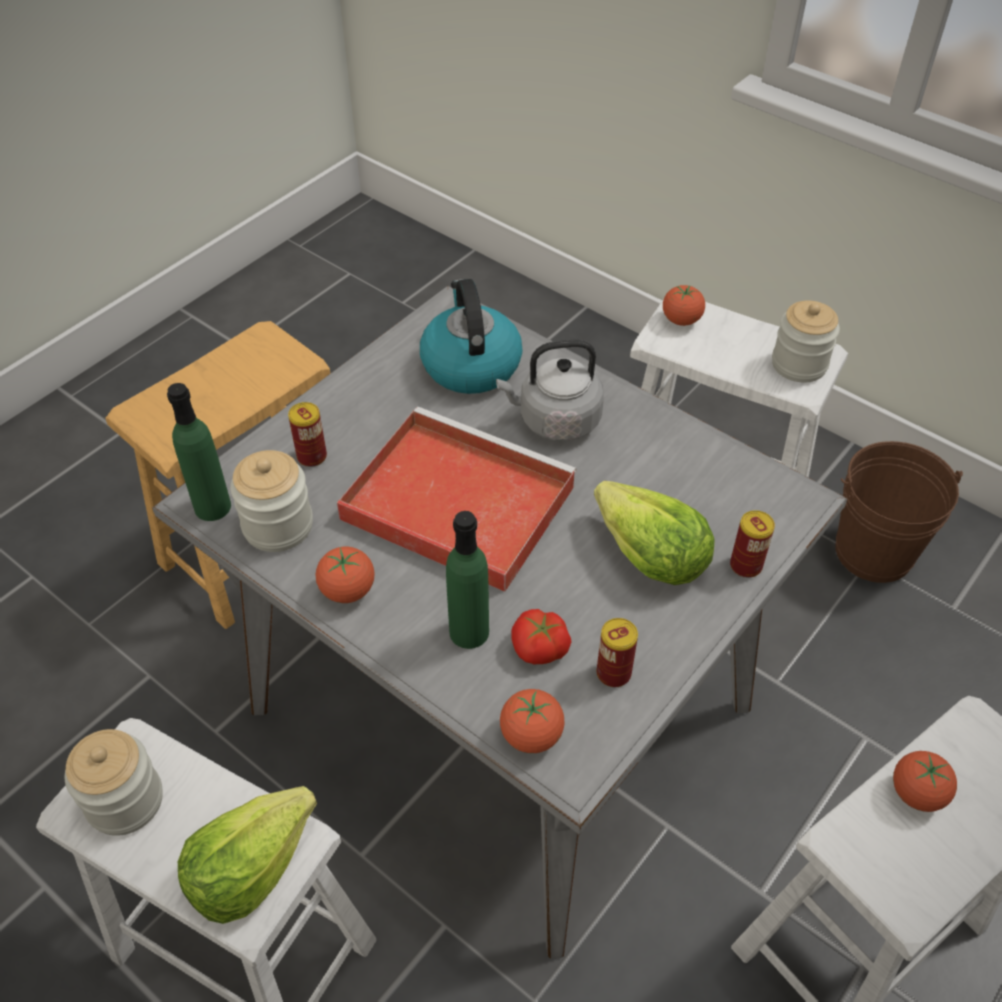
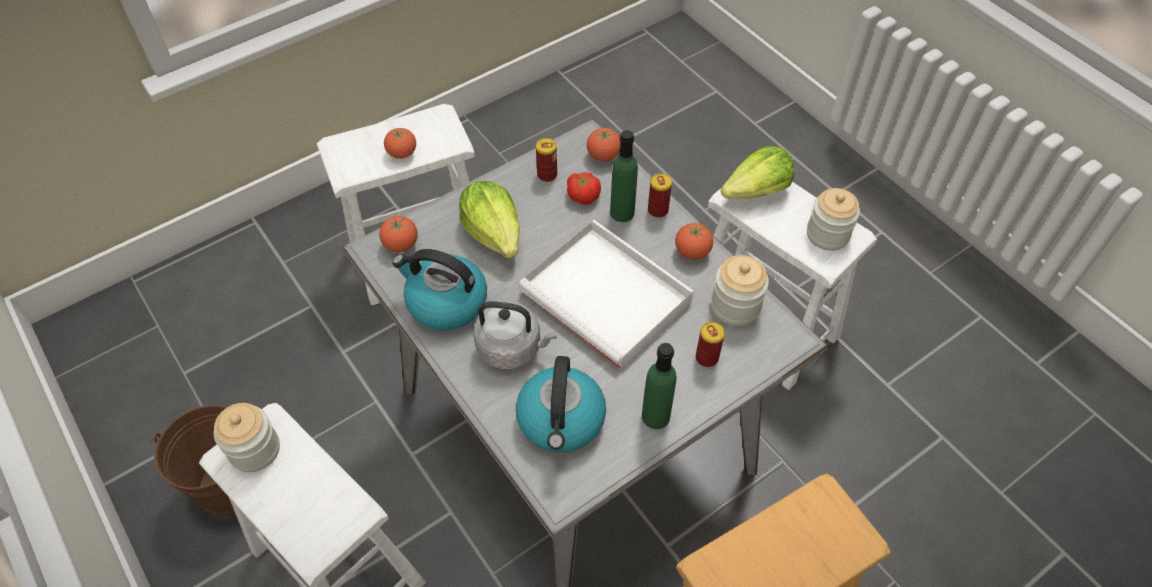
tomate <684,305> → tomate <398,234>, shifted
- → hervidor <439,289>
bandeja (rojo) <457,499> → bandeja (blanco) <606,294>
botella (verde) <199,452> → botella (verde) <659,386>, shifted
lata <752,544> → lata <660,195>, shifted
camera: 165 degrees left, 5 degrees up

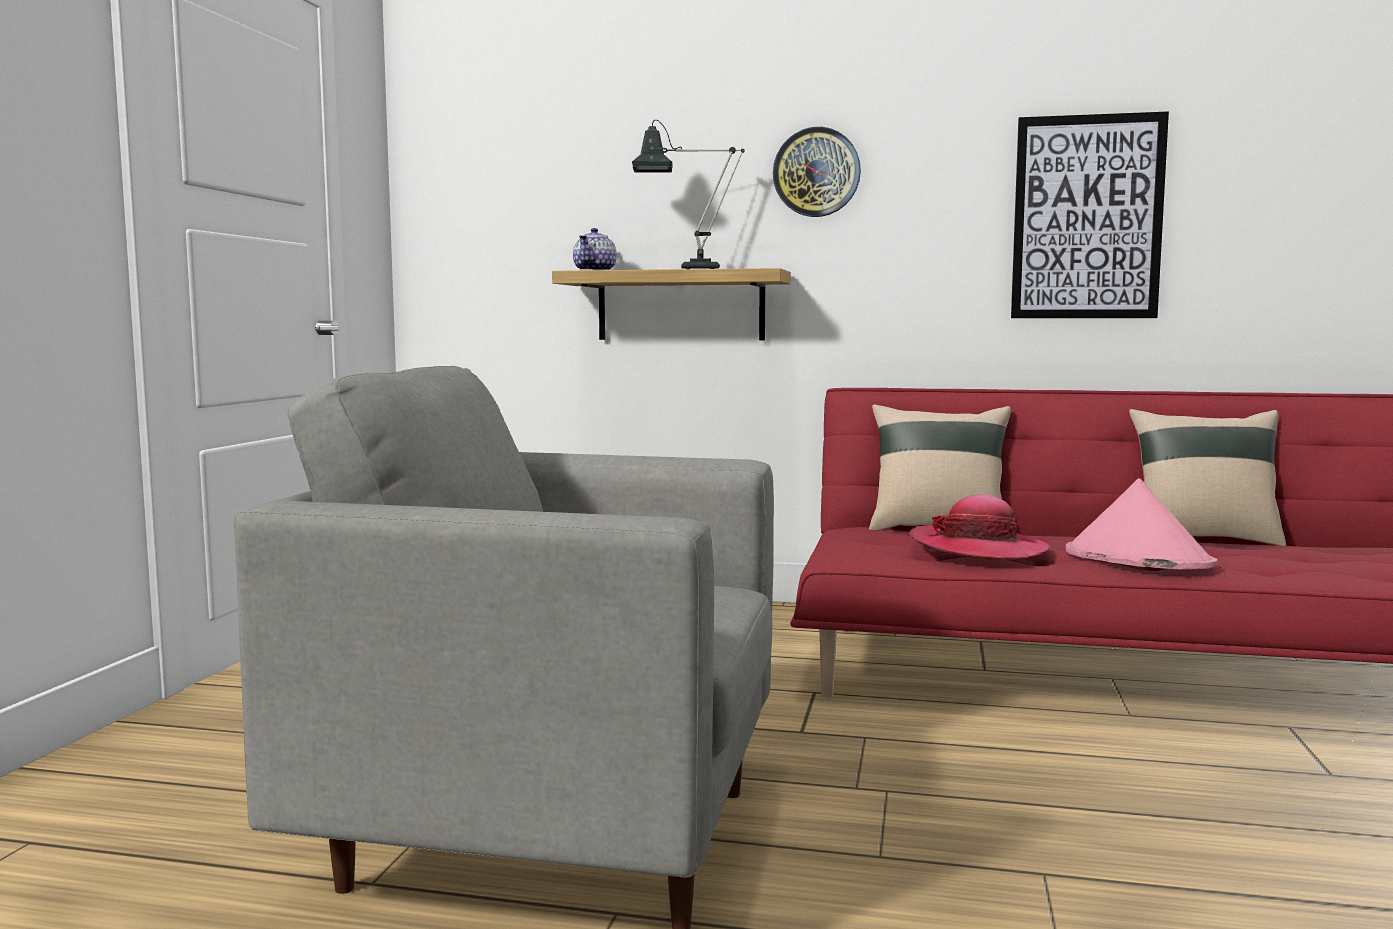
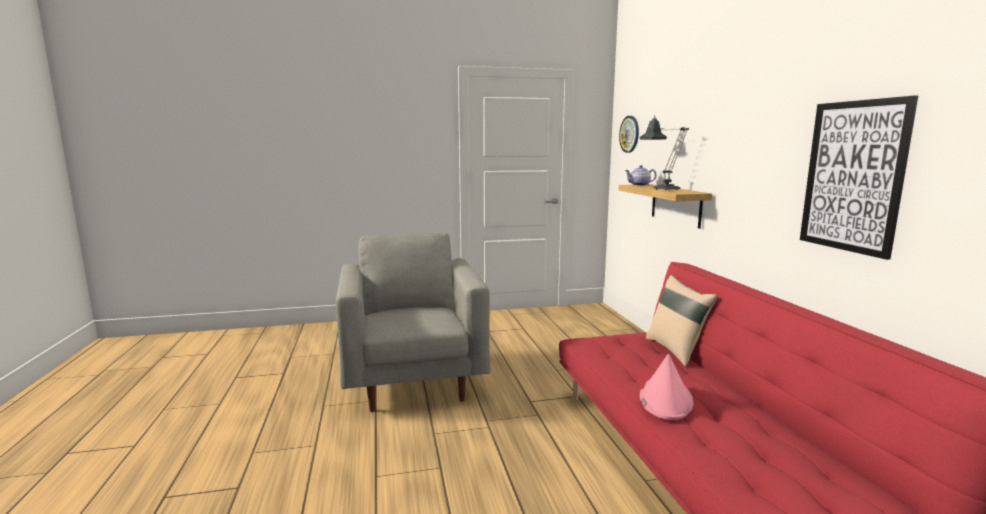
reloj de pared <817,172> → reloj de pared <629,134>, shifted
sombrero <980,527> → -
cojín (beis) <1207,478> → -
camera: 65 degrees right, 5 degrees up

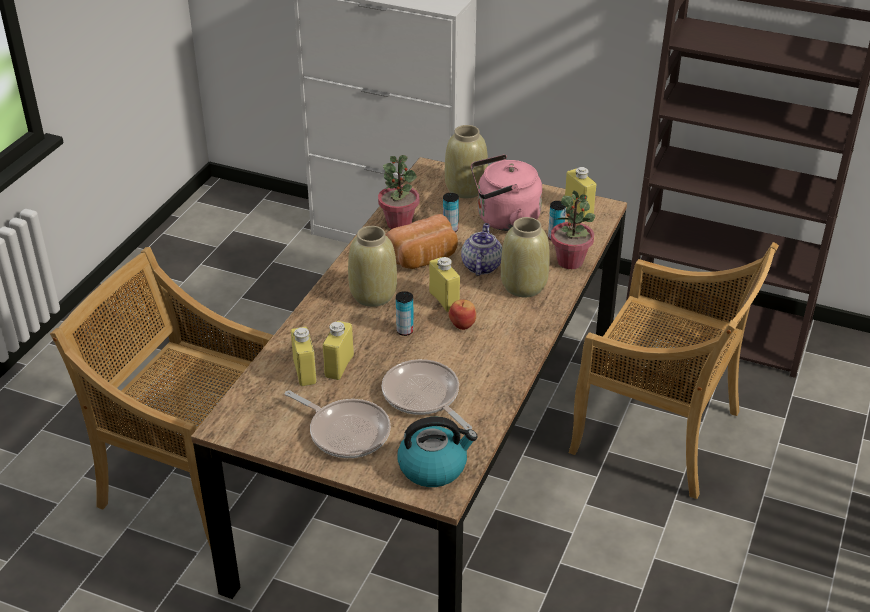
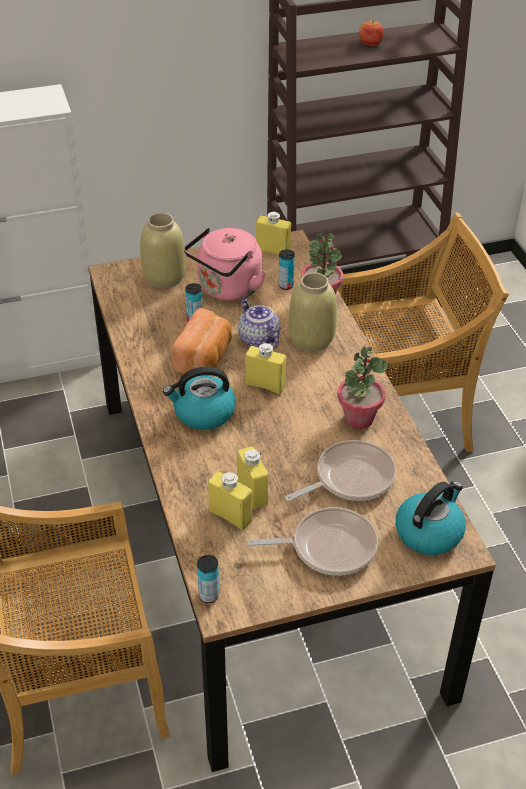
florero (beis) <372,266> → hervidor <199,398>
lata <405,313> → lata <208,579>, shifted
sartén <427,394> → sartén <340,470>, 135 degrees clockwise
planta en maceta <398,192> → planta en maceta <362,387>, shifted
manzana <462,314> → manzana <371,33>, shifted
camera: 40 degrees left, 5 degrees up

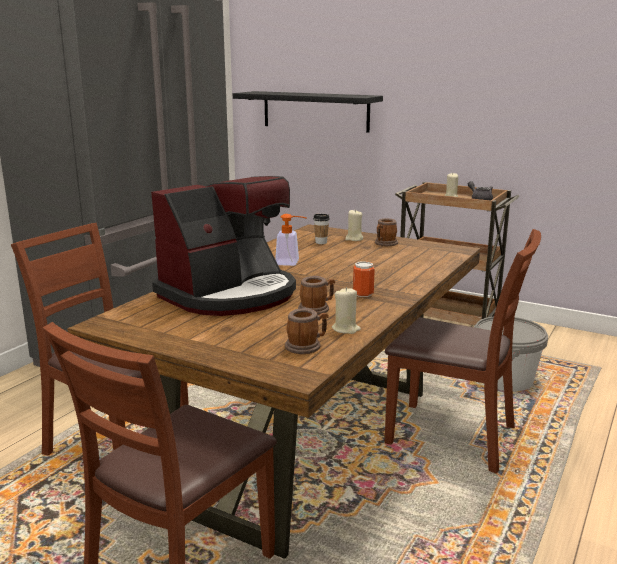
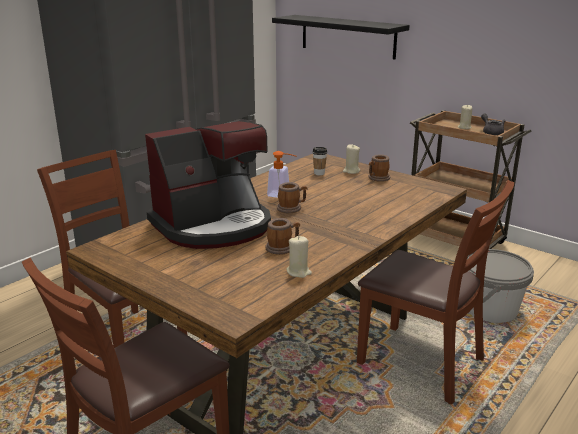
taza grande <306,331> → taza grande <292,197>, shifted
lata <364,279> → -
camera: 10 degrees right, 5 degrees up

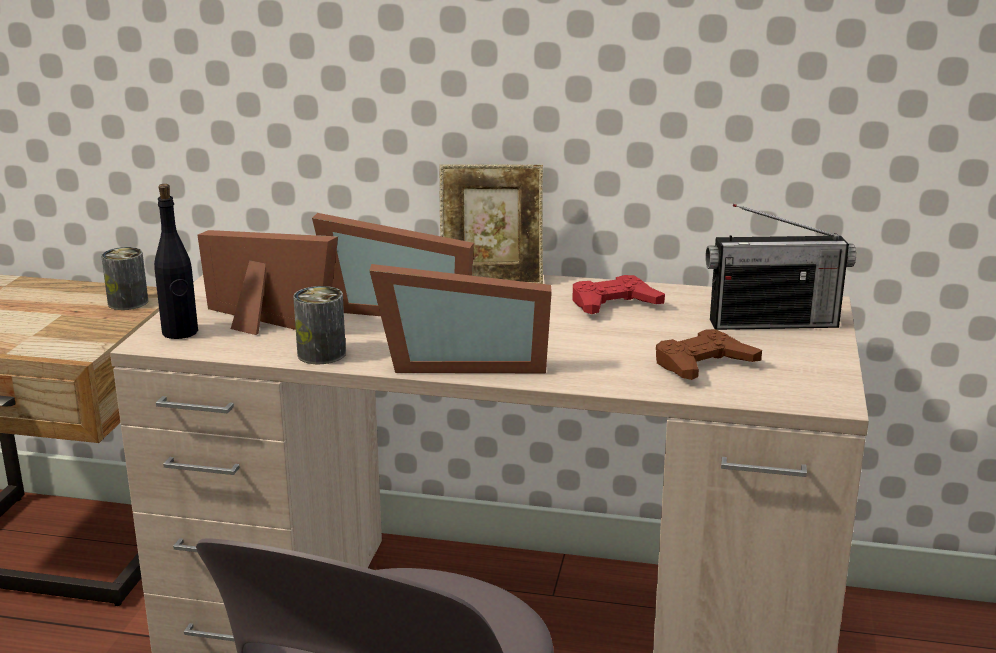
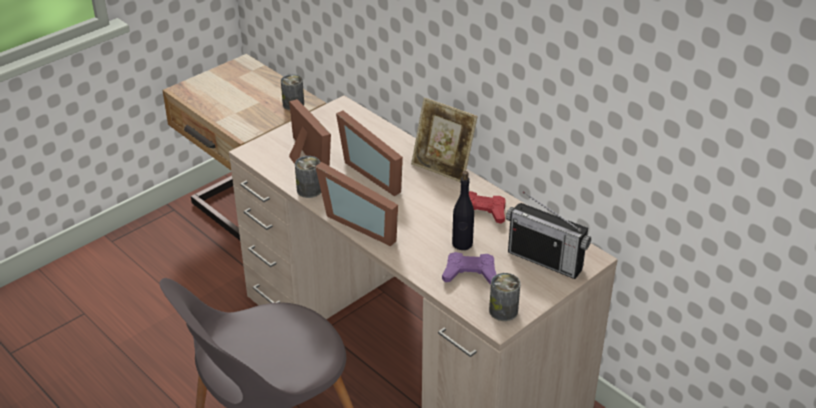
mando de consola (marrón) <709,354> → mando de consola (morado) <469,268>
botella (negro) <176,261> → botella (negro) <463,210>, shifted
- → lata <504,297>
camera: 35 degrees right, 15 degrees up

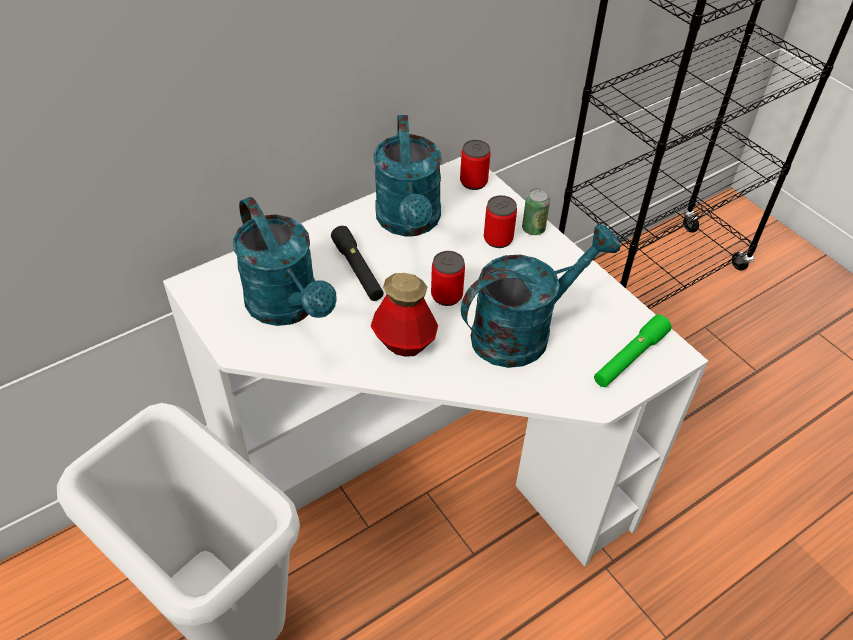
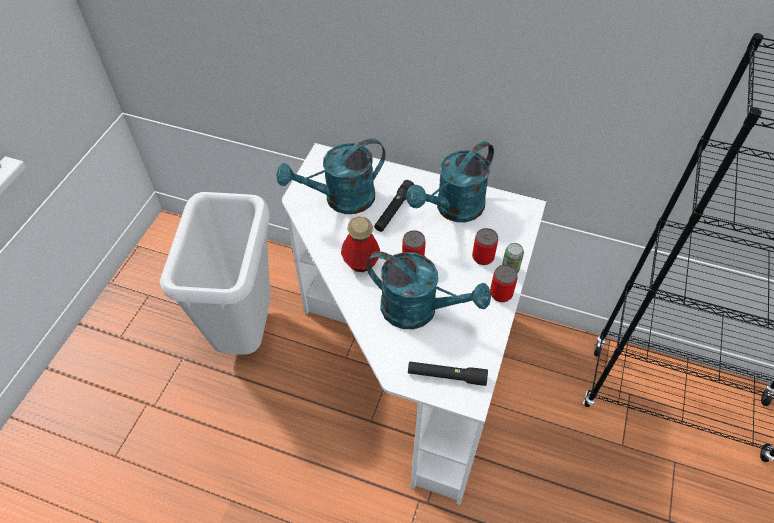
regadera (turquesa) <285,261> → regadera (turquesa) <331,176>, 45 degrees clockwise
linterna (verde) <633,351> → linterna (negro) <448,374>
lata <475,165> → lata <504,283>, shifted
camera: 55 degrees right, 5 degrees up

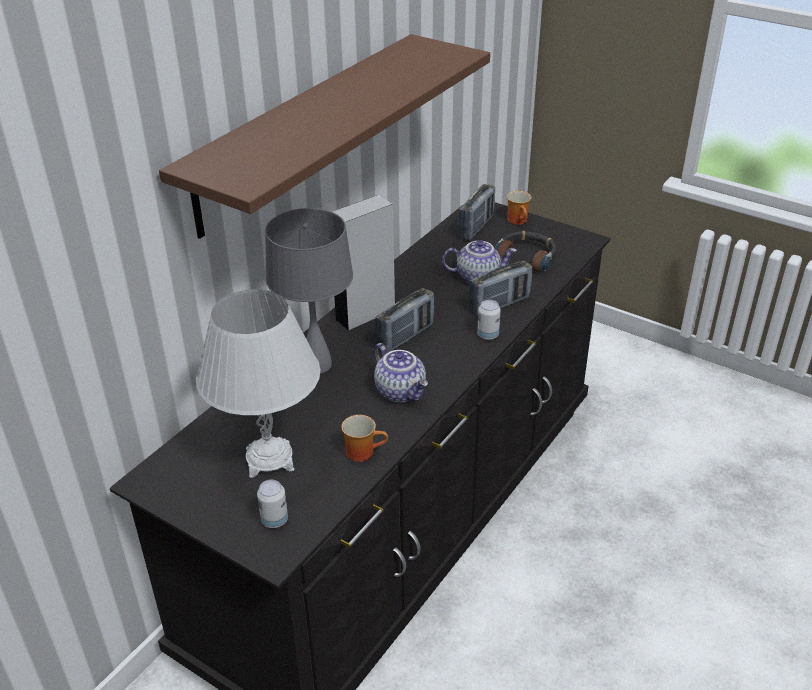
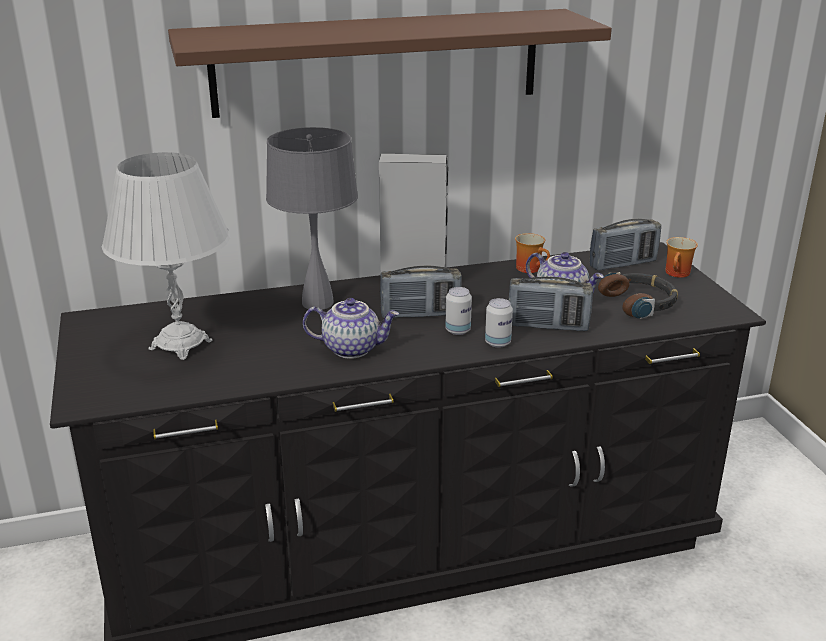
tetera <400,372> → tetera <351,328>, 90 degrees counterclockwise
lata <272,504> → lata <458,311>, shifted
taza grande <364,438> → taza grande <532,253>, shifted
camera: 40 degrees right, 10 degrees down

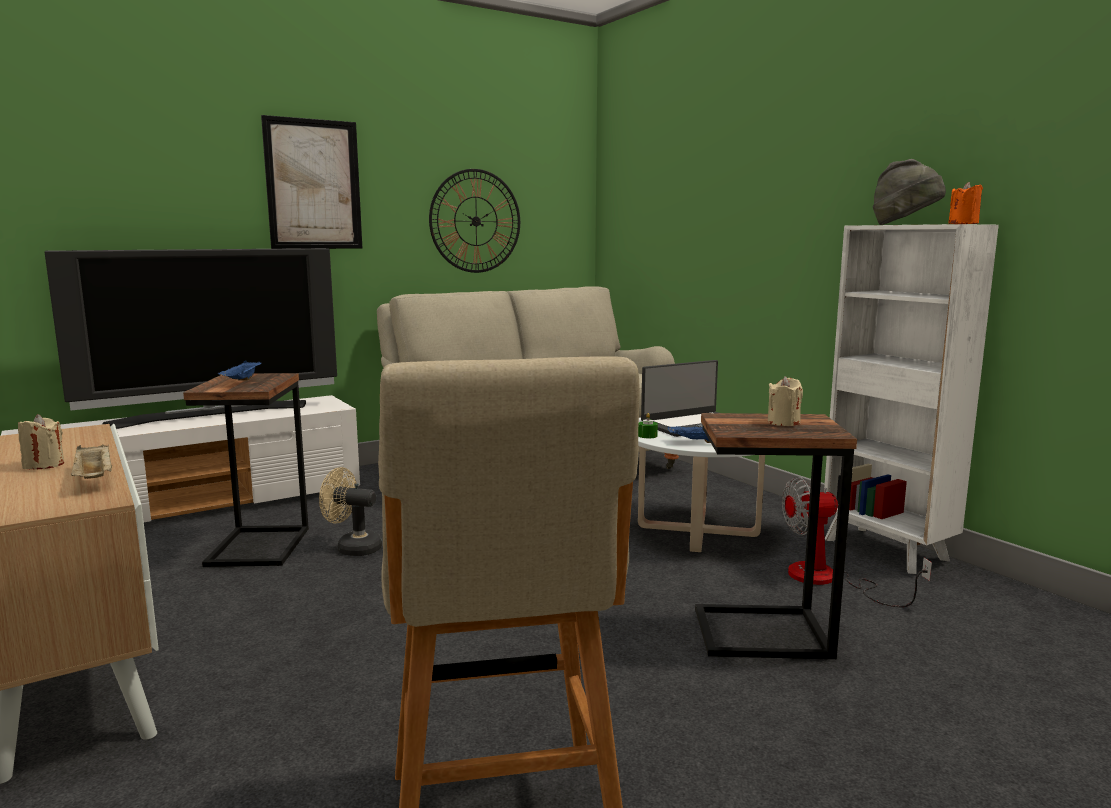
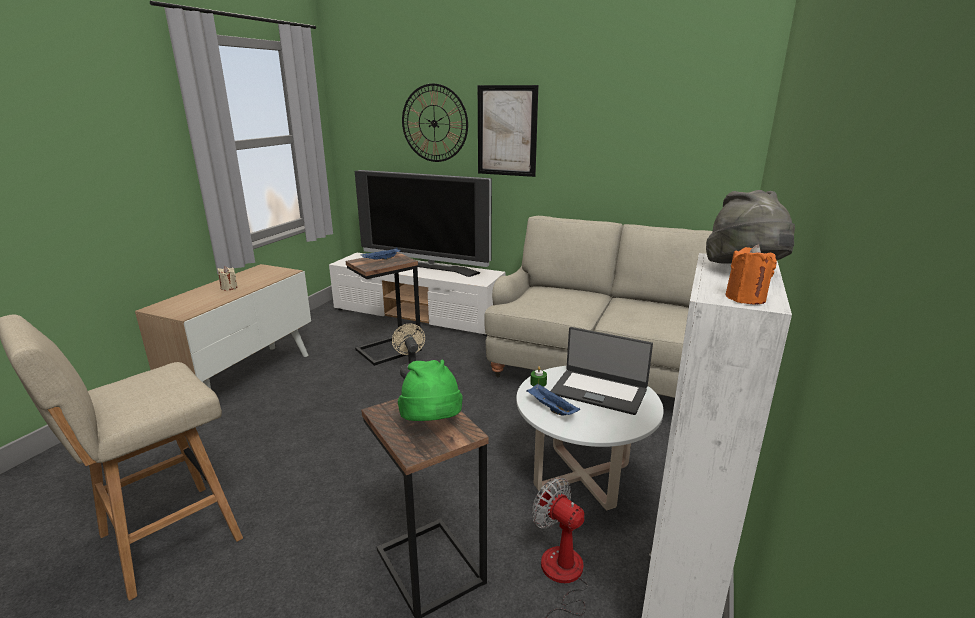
vela (beis) <785,401> → sombrero (verde) <430,390>
reloj de pared <474,221> → reloj de pared <435,123>, shifted
bandeja (beis) <91,461> → -
camera: 55 degrees right, 10 degrees up

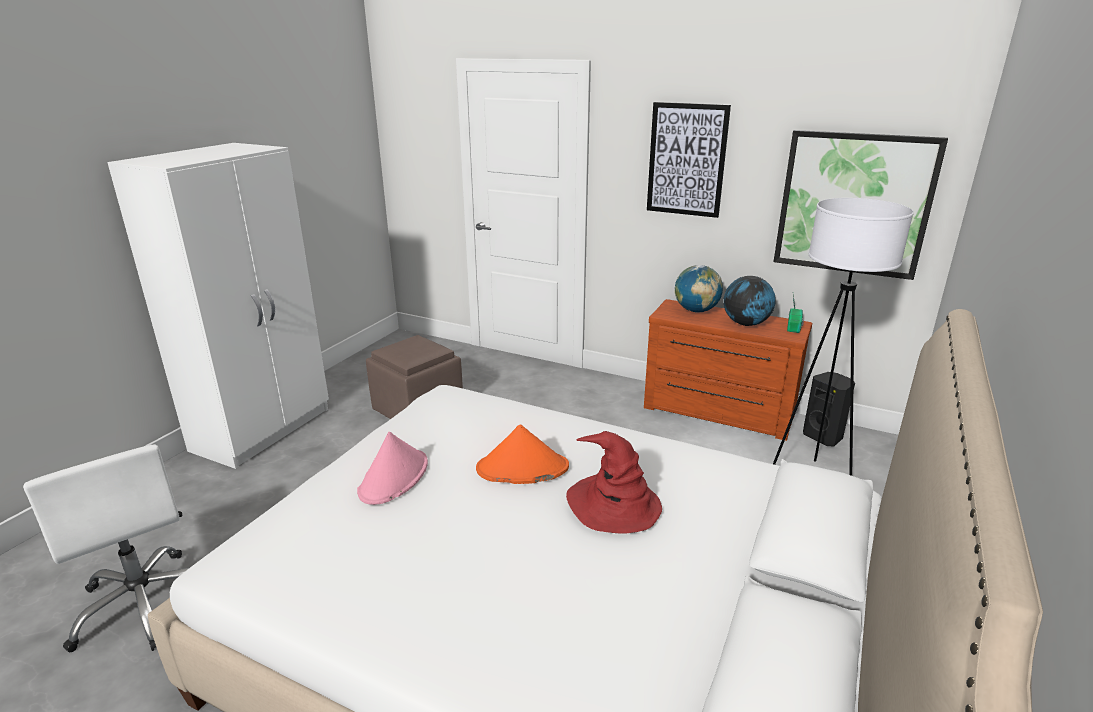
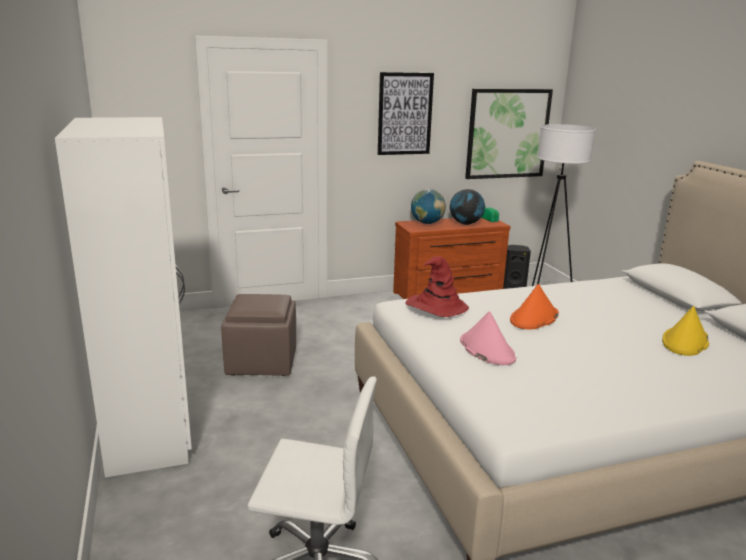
sombrero (rojo) <614,482> → sombrero (rojo) <437,286>, shifted
- → sombrero (amarillo) <685,331>
camera: 45 degrees left, 5 degrees down

